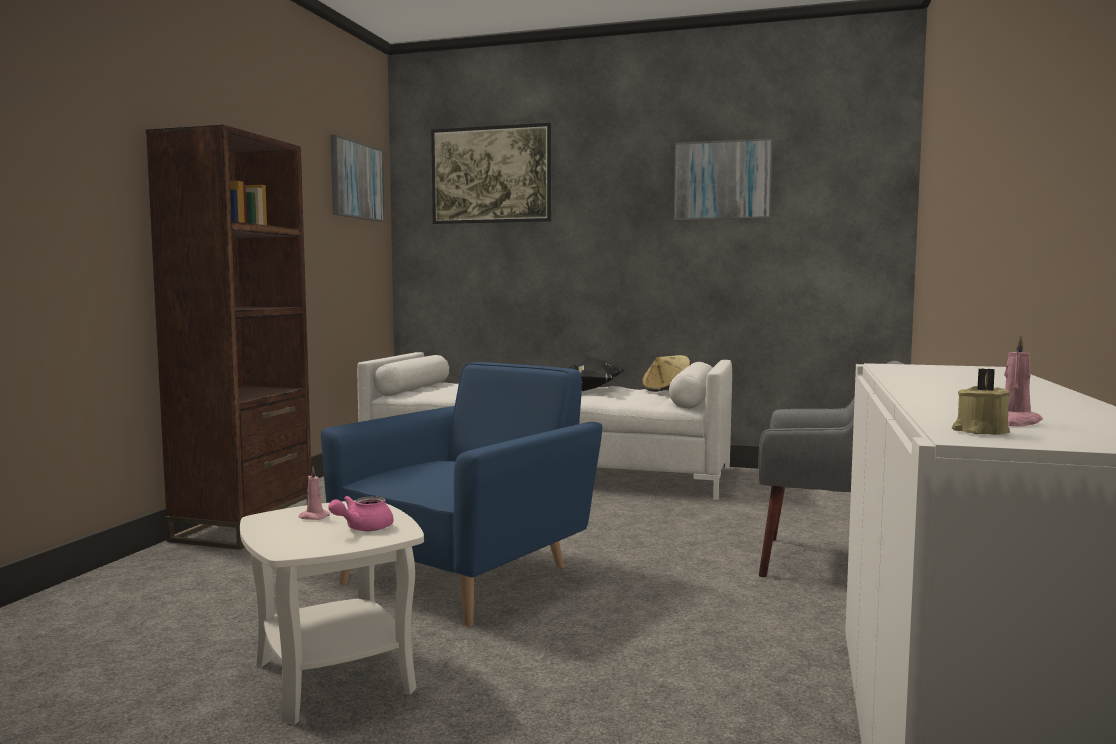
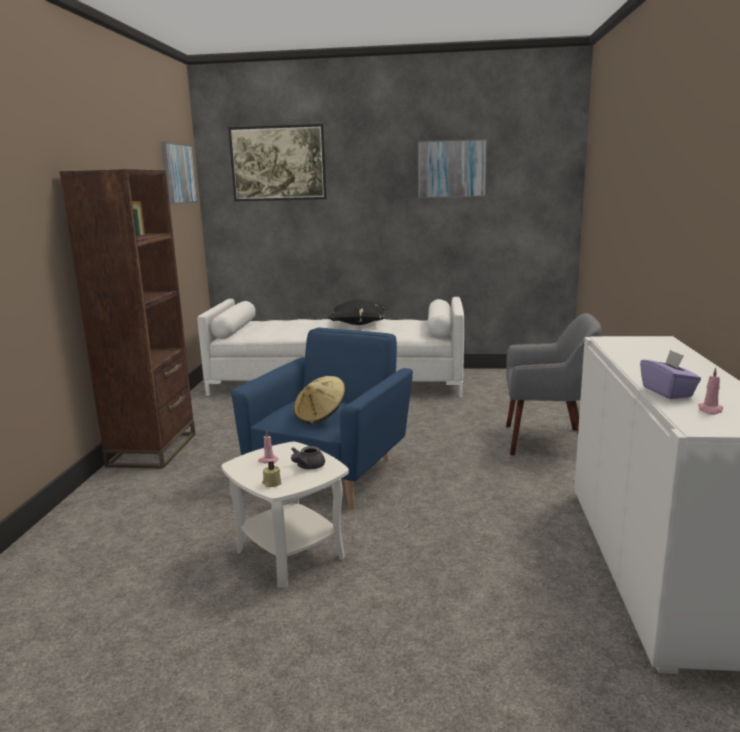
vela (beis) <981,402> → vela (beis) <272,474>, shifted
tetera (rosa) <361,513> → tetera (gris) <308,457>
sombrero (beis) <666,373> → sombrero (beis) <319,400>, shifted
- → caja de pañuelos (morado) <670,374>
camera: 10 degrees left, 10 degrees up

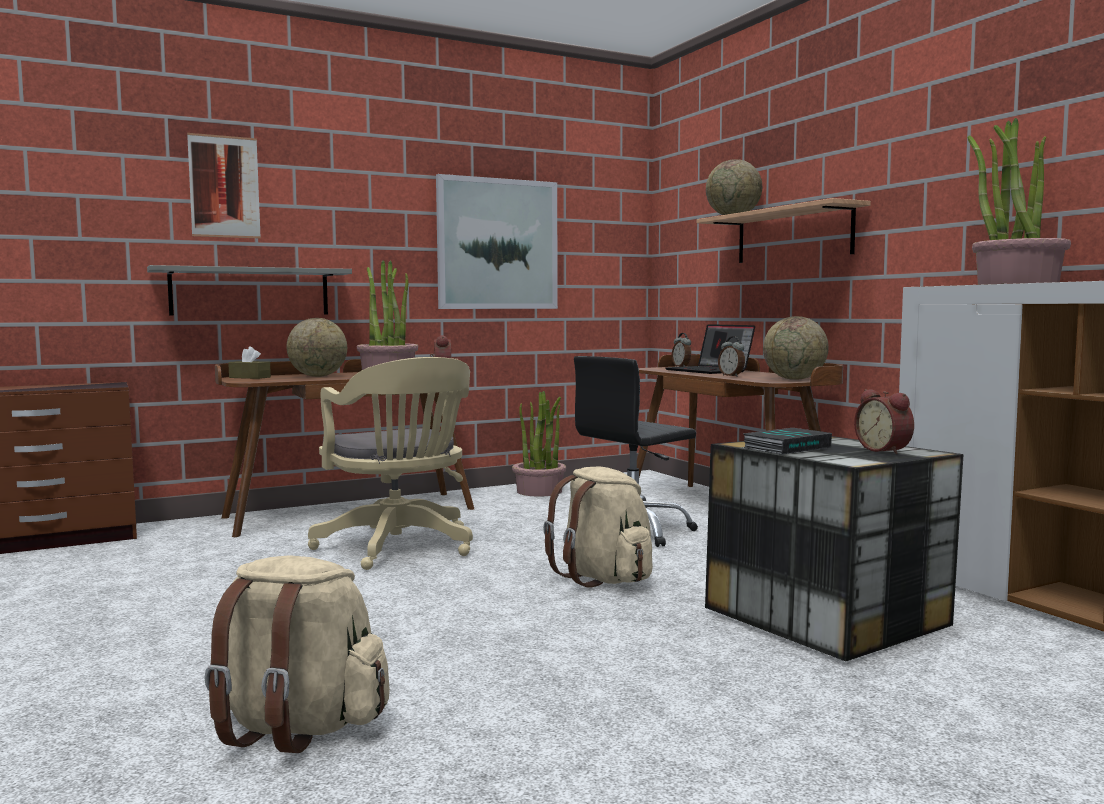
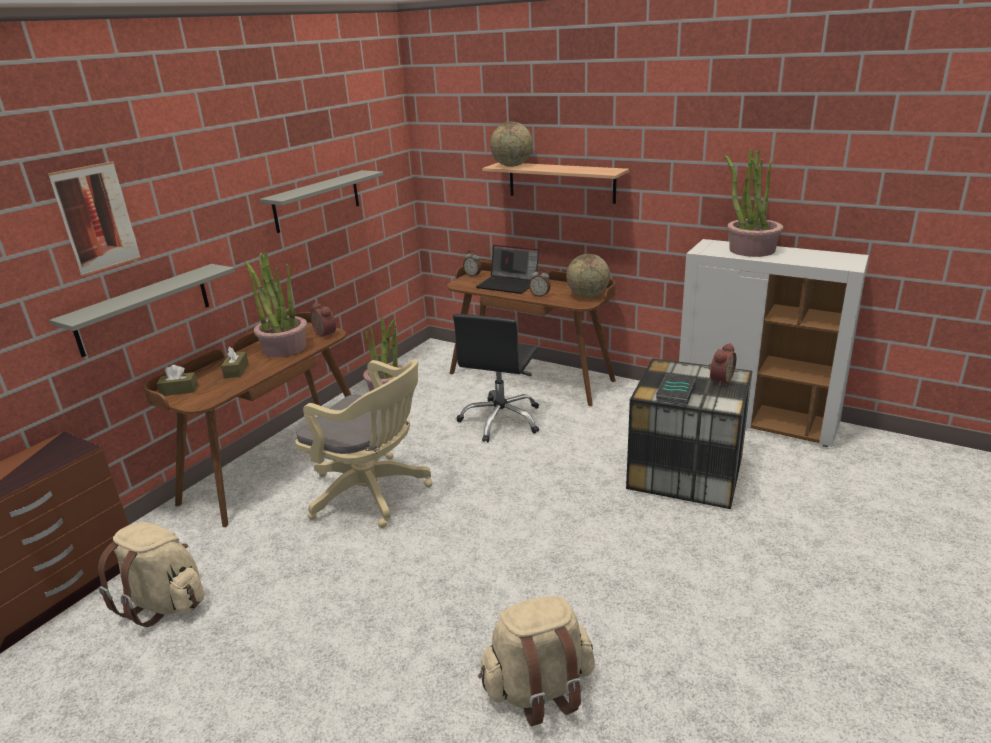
mochila (beis) <598,527> → mochila (beis) <151,574>, shifted
globo terráqueo <316,347> → caja de pañuelos (marrón) <235,362>
cuadro <497,241> → estante (gris) <321,201>
despertador <884,421> → despertador <722,364>, 90 degrees counterclockwise
camera: 30 degrees left, 20 degrees up

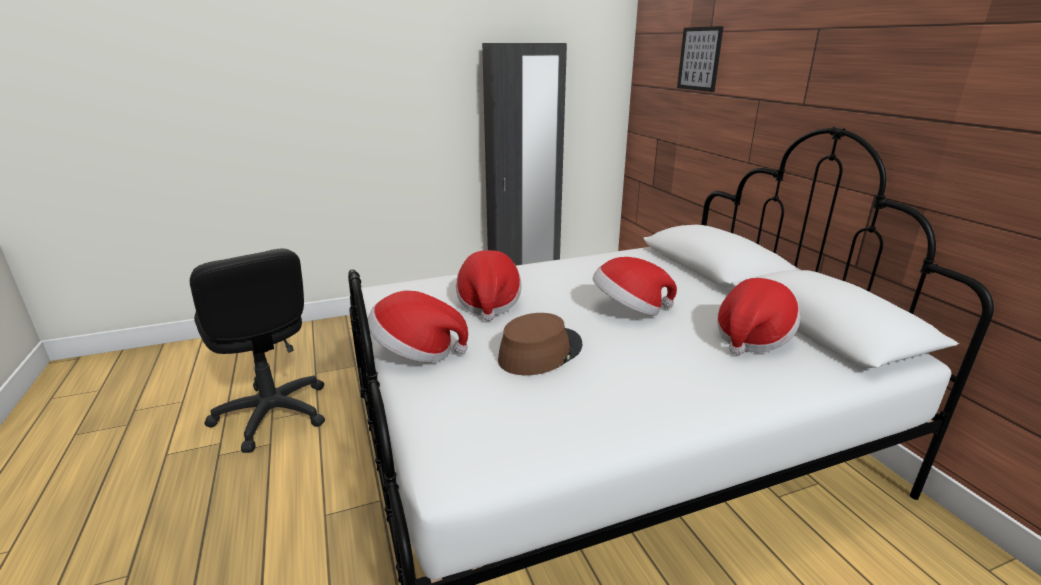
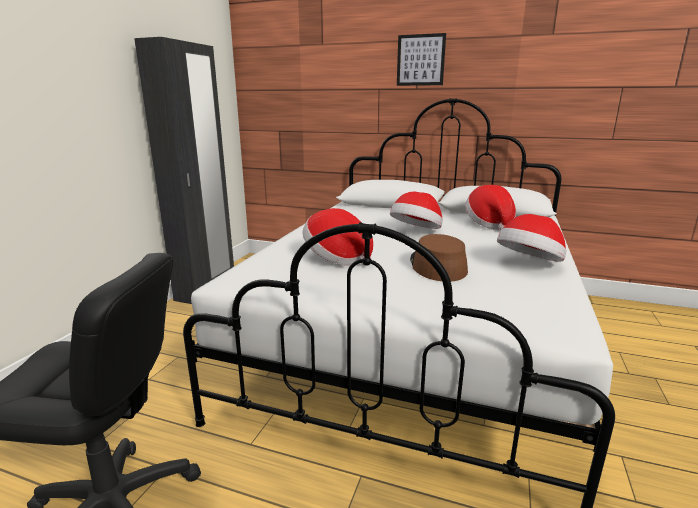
cuadro <700,59> → cuadro <421,59>, shifted
sombrero <417,327> → sombrero <531,238>, shifted
camera: 50 degrees left, 5 degrees down

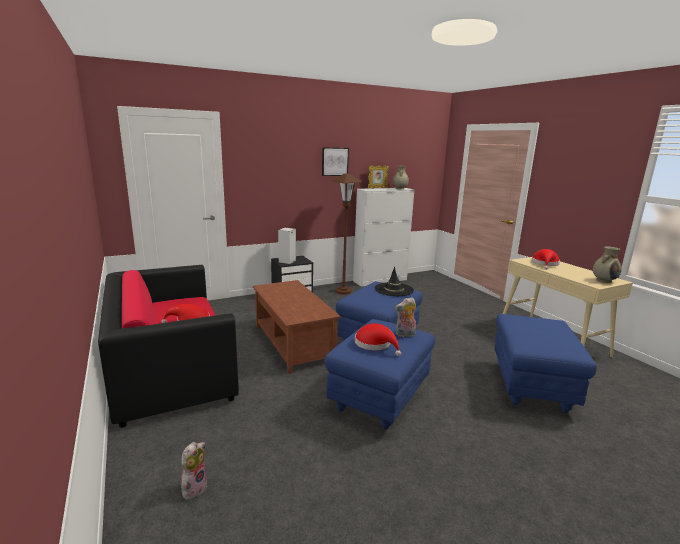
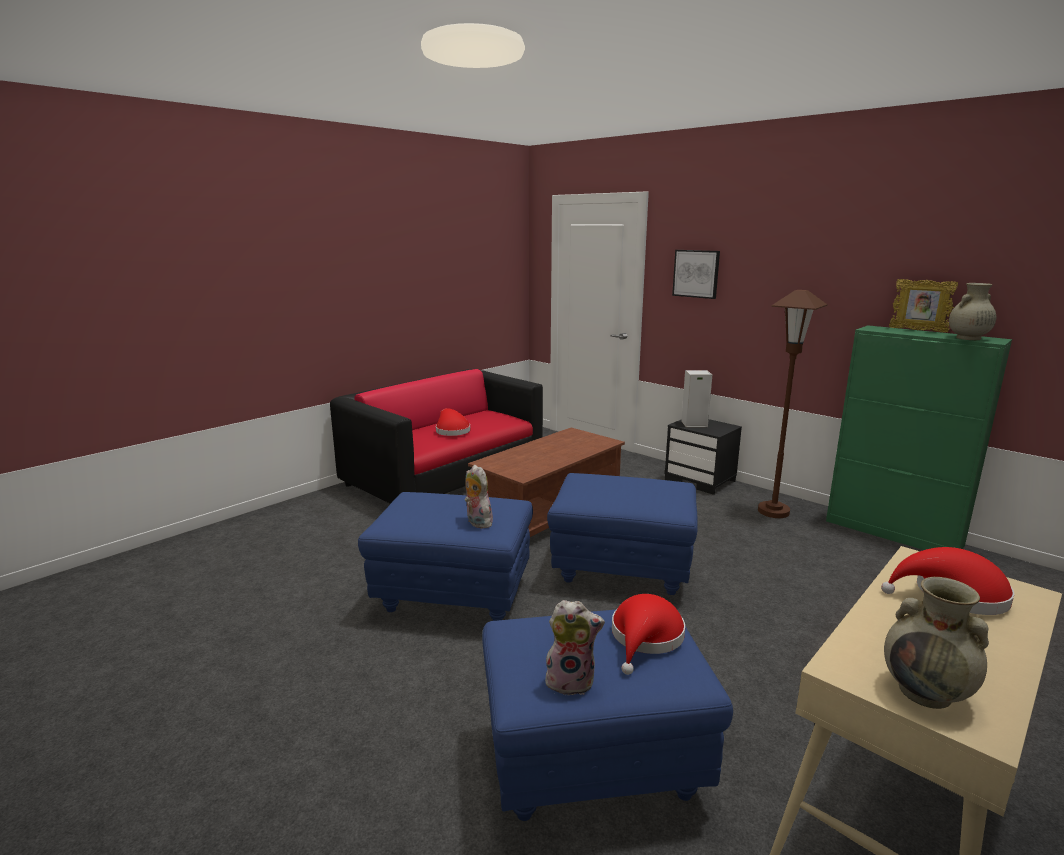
peluche <194,471> → peluche <574,648>, shifted
sombrero (rojo) <378,339> → sombrero (rojo) <648,634>, shifted
cuadro <335,161> → cuadro <696,274>, shifted
armario (blanco) <383,237> → armario (verde) <919,437>
sombrero (negro) <394,281> → -
camera: 70 degrees right, 0 degrees up

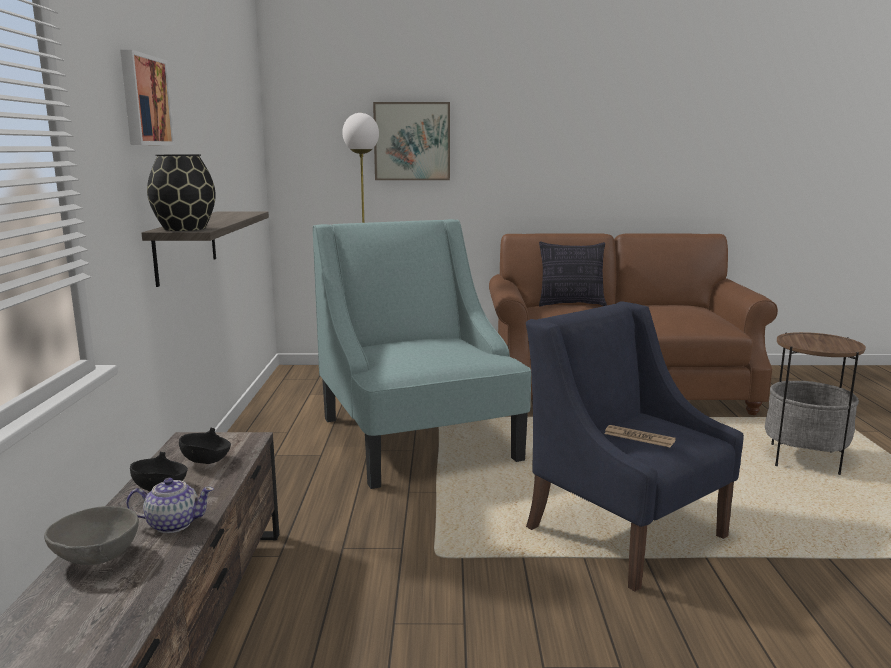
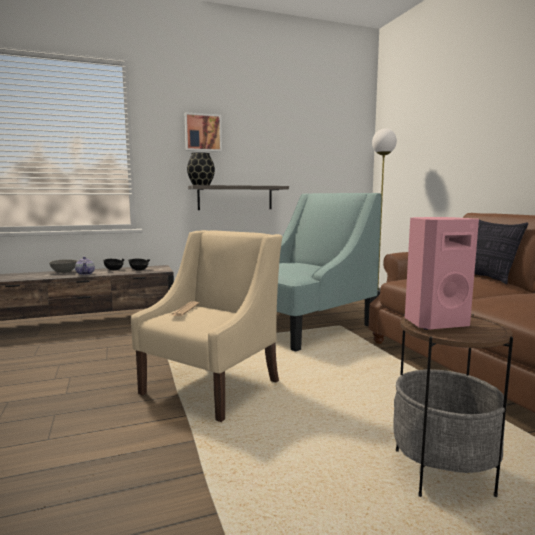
sillón (azul) <635,446> → sillón (beis) <206,326>
- → altavoz (rosa) <442,273>
cuadro <411,141> → -
camera: 70 degrees right, 5 degrees down

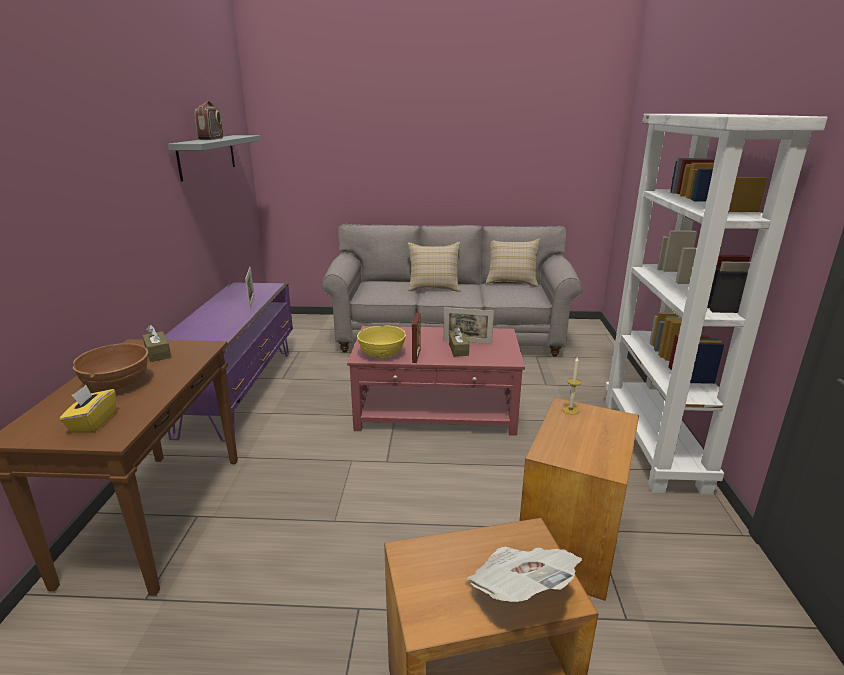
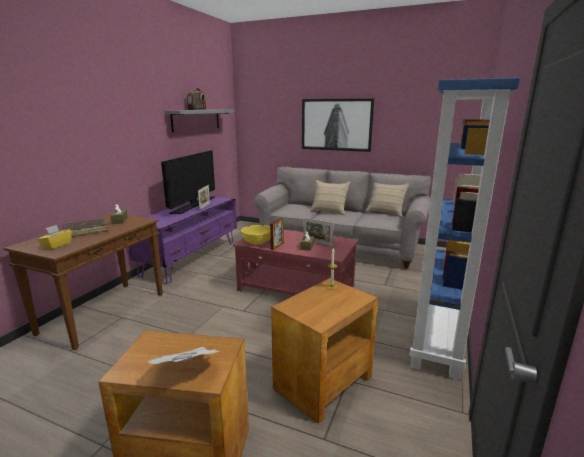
cuenco (marrón) <110,367> → libro (marrón) <85,228>
- → televisor <188,182>
- → cuadro <338,125>
estantería (blanco) <716,304> → estantería (azul) <464,229>
camera: 20 degrees right, 5 degrees down

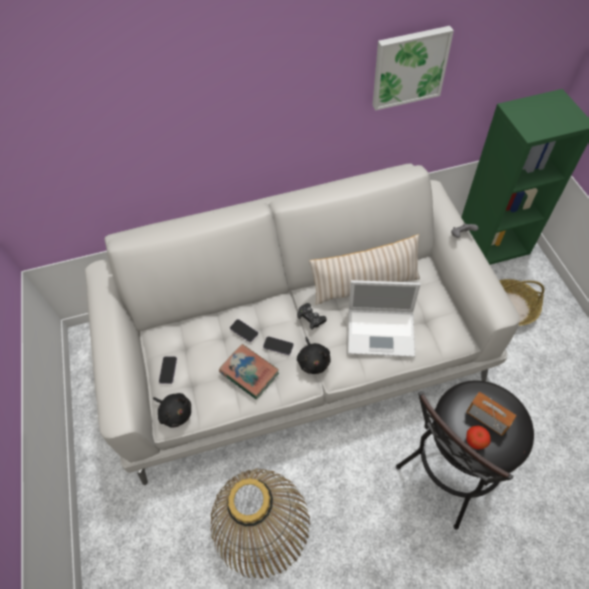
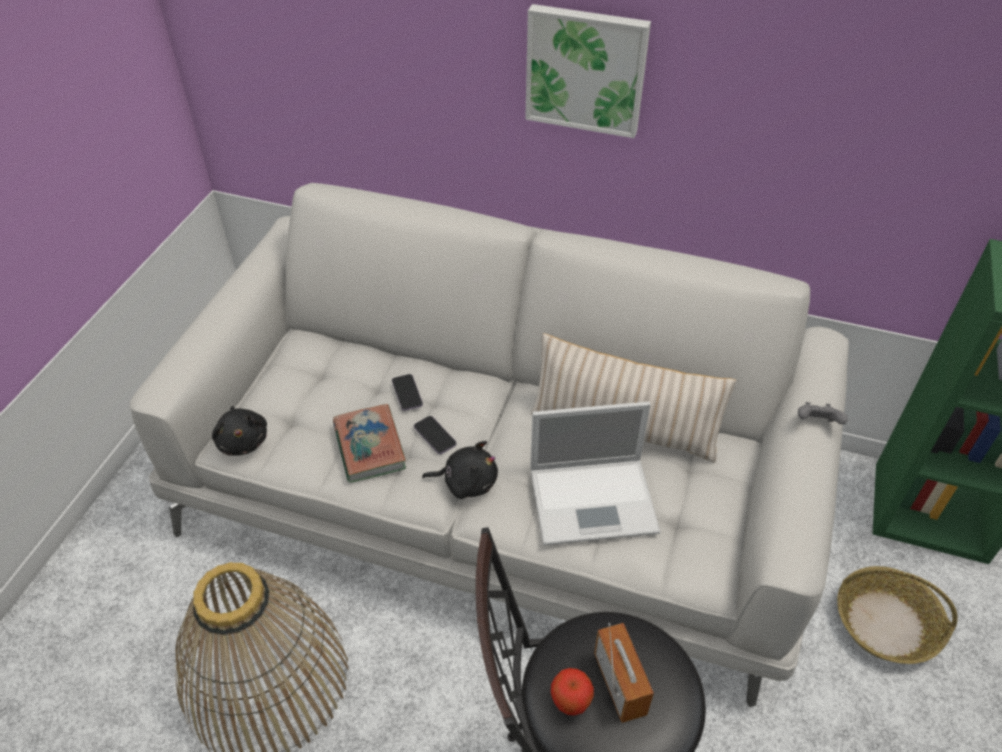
peluche (negro) <313,355> → peluche (negro) <460,470>, 105 degrees counterclockwise
cuadro <413,68> → cuadro <588,71>, shifted
portátil <384,318> → portátil <595,473>, 45 degrees counterclockwise
móvil <168,370> → -
mando de consola (negro) <312,316> → -
camera: 30 degrees right, 10 degrees down

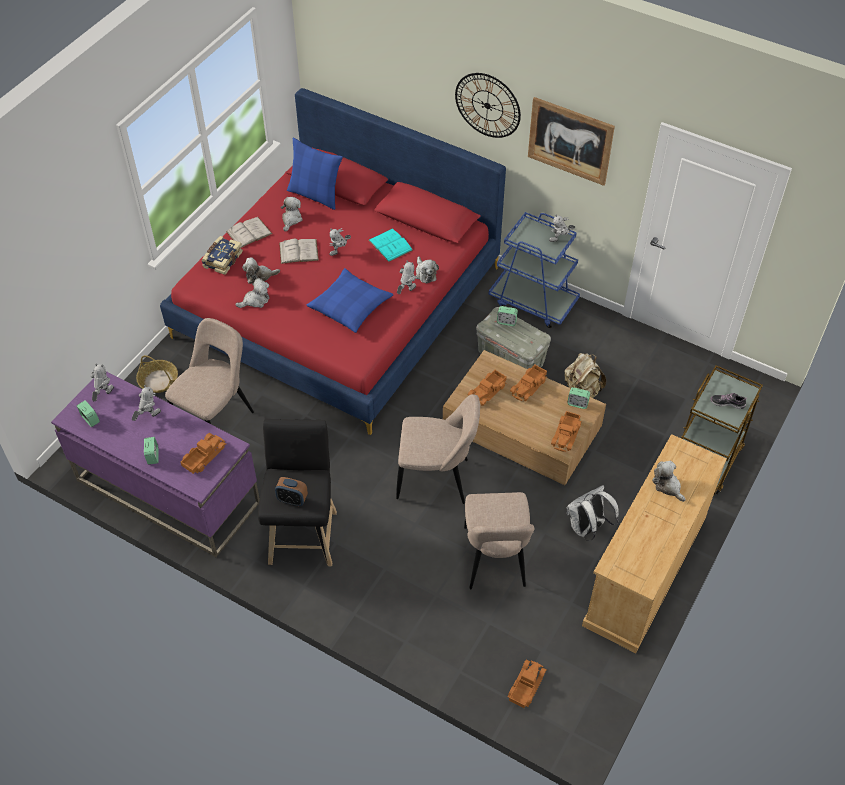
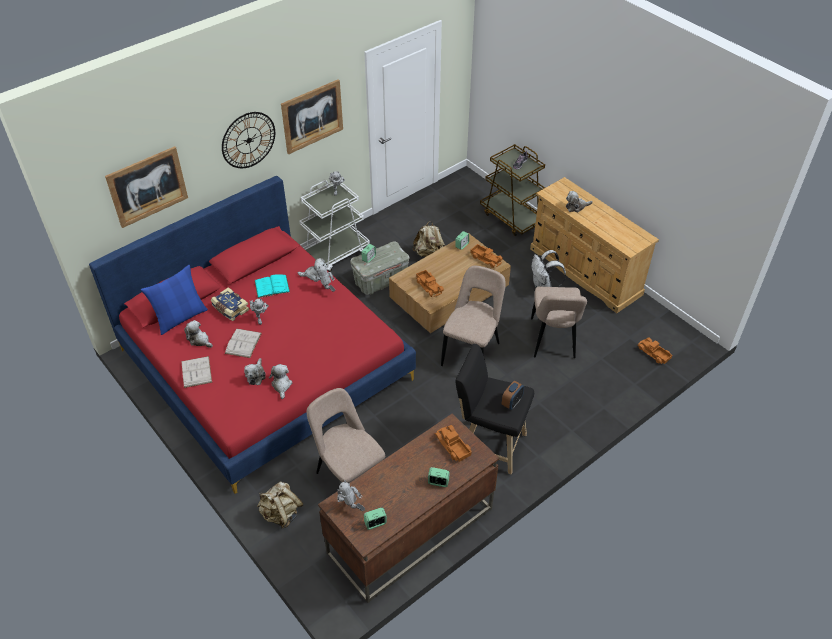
- → cuadro <146,187>
libro <222,255> → libro <230,304>, shifted
cesta <157,374> → mochila (beis) <280,505>
carrito (azul) <534,270> → carrito (blanco) <335,226>
escritorio (morado) <155,464> → escritorio (marrón) <408,508>
silla (beis) <499,540> → silla (beis) <559,322>, 75 degrees clockwise
robot de juguete <146,403> → -
cojín (azul) <350,300> → -
camión de juguete <528,382> → -
camera: 70 degrees left, 5 degrees down

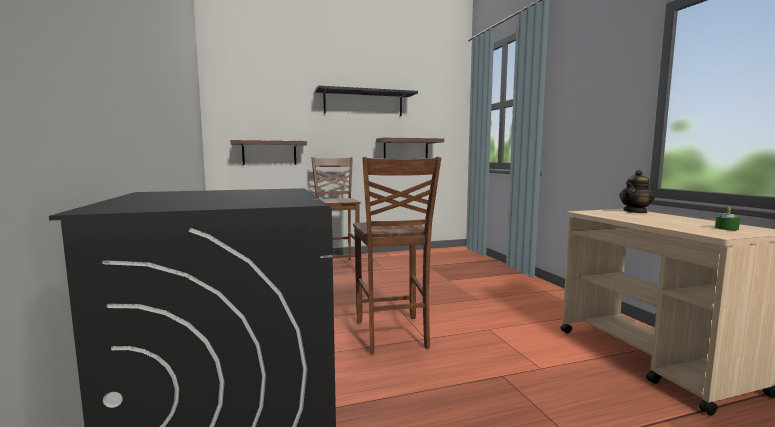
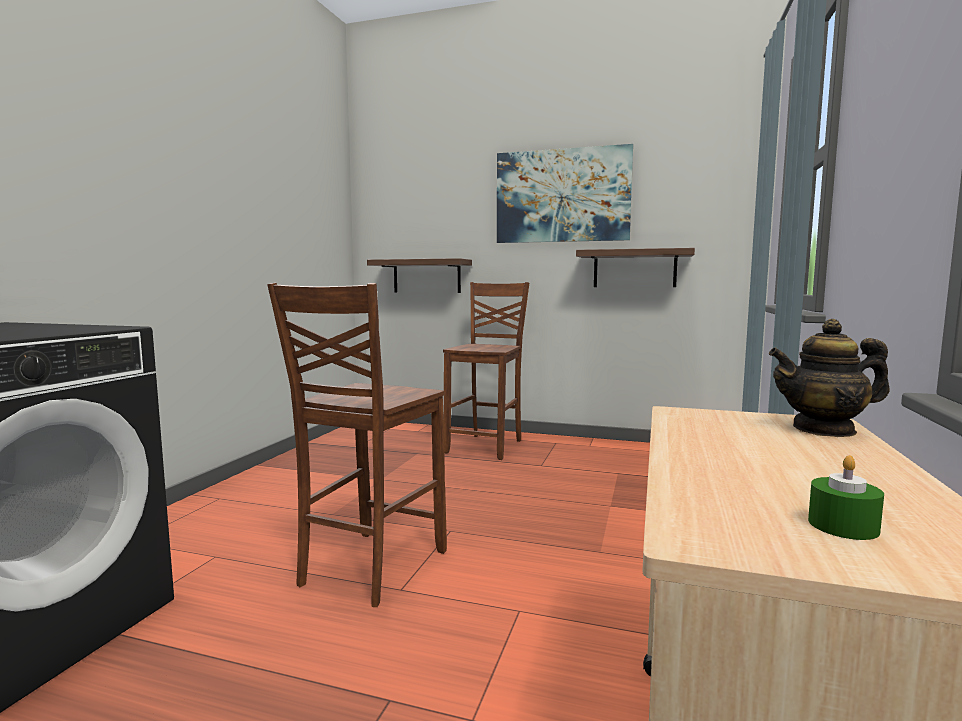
estante (negro) <366,100> → cuadro <565,193>
camera: 35 degrees right, 0 degrees up

